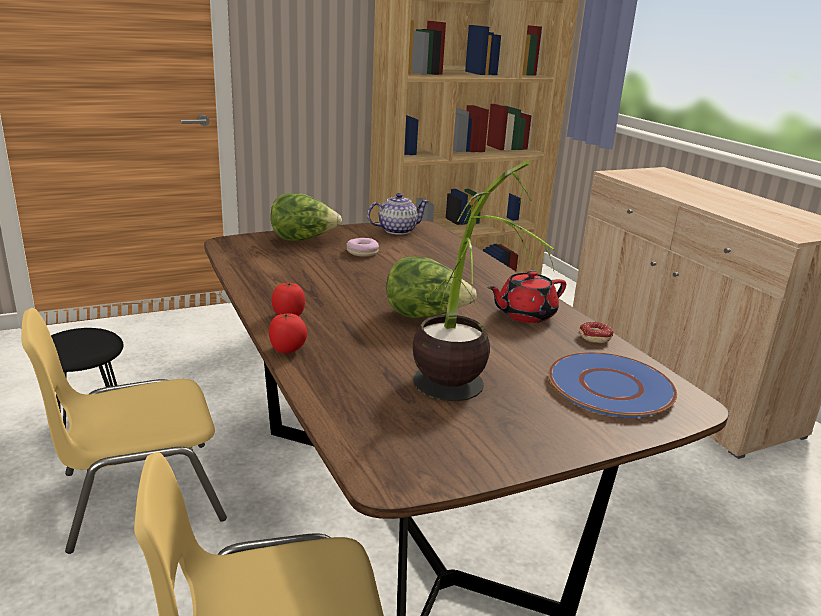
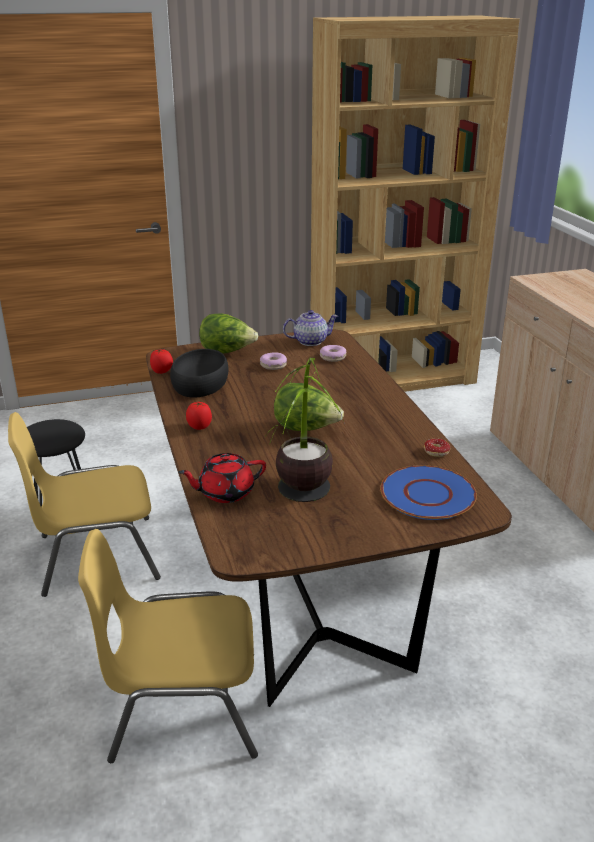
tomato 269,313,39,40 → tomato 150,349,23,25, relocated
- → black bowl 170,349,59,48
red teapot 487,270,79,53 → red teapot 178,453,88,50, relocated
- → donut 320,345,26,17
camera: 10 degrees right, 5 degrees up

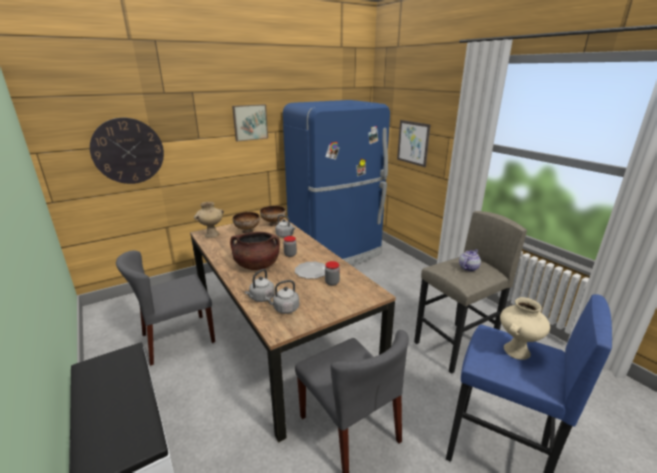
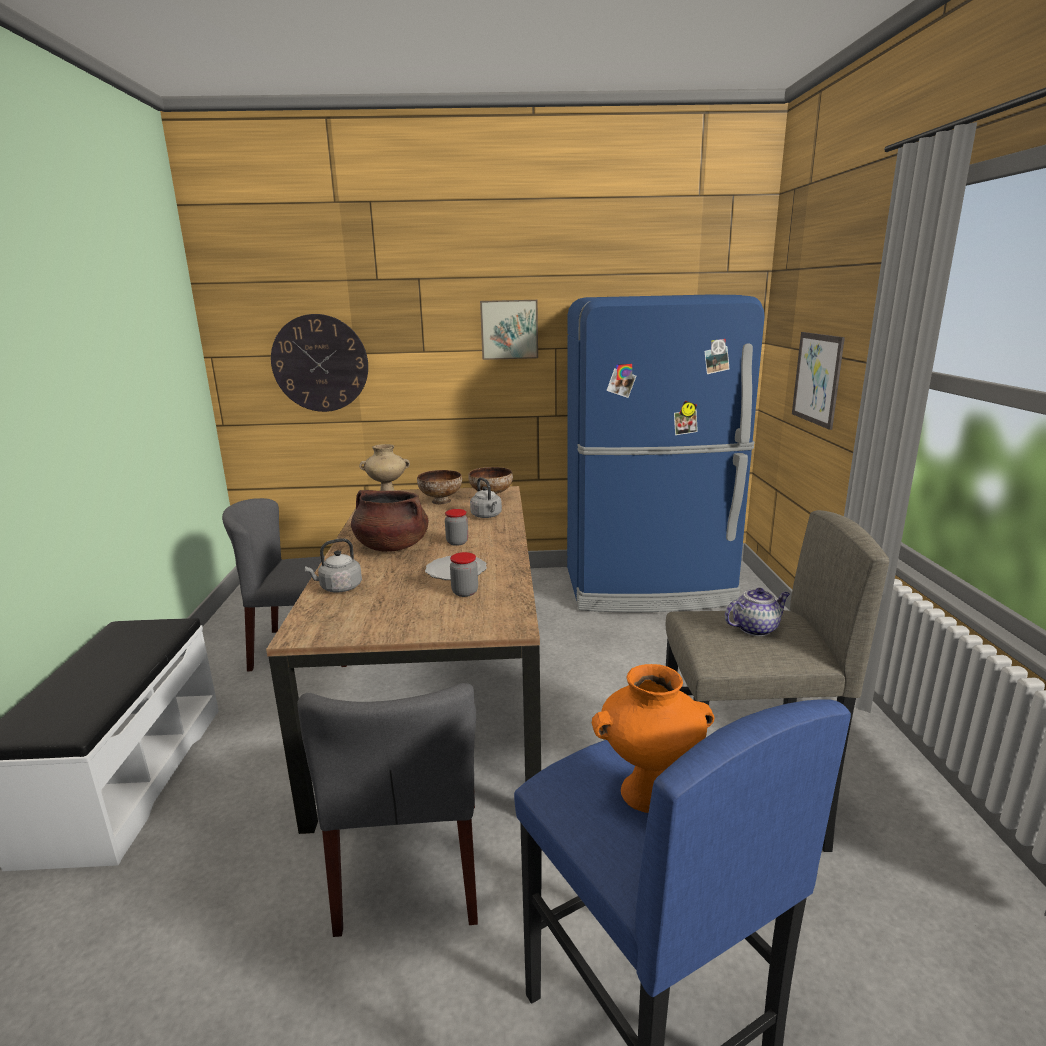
beige vase 500,297,50,63 → orange vase 592,664,123,149
grey kettle 265,280,34,34 → -
camera: 30 degrees right, 5 degrees down

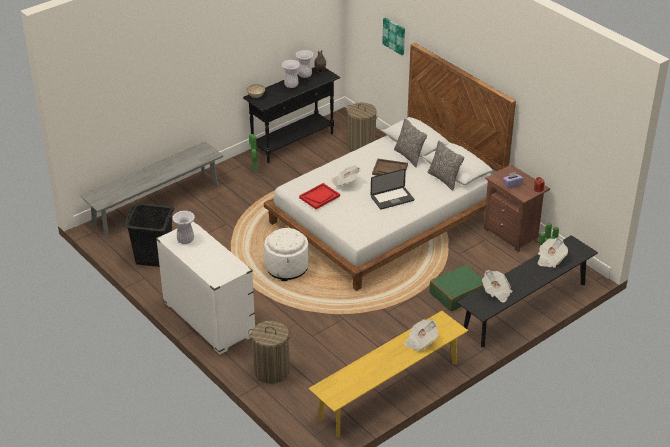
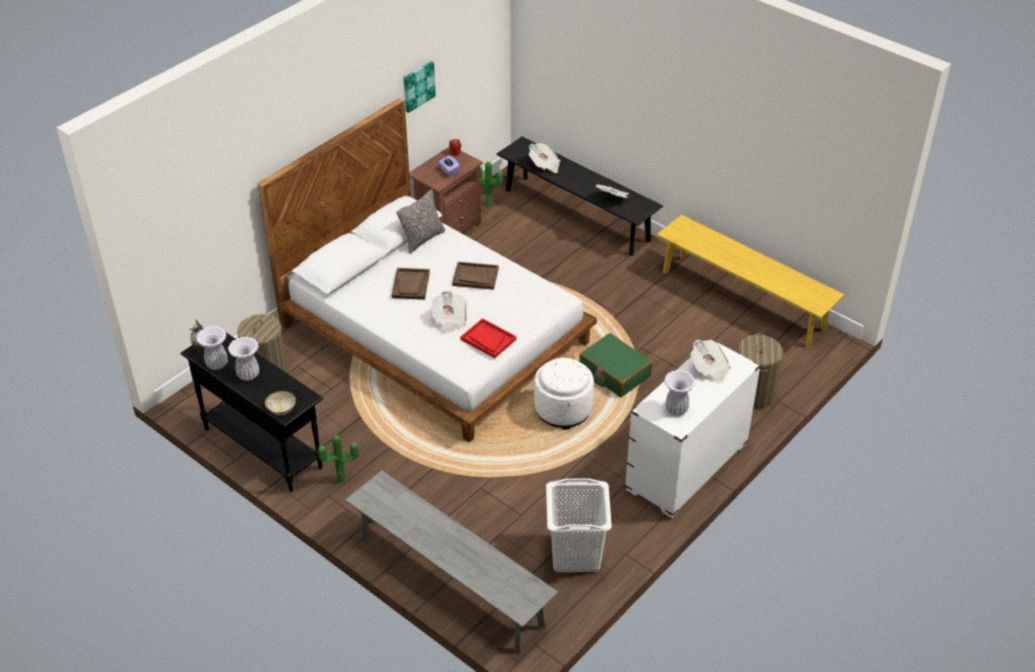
picture 382,17,23,38 → picture 404,61,32,52, relocated
laptop 371,169,43,40 → brown tray 452,262,47,28
black laundry basket 124,202,51,65 → white laundry basket 546,479,66,93
green suitcase 429,264,54,47 → green suitcase 579,333,73,64, relocated
newspaper 404,319,34,33 → newspaper 690,340,41,43, relocated
pillow 394,118,33,49 → -
camera: 100 degrees left, 5 degrees up

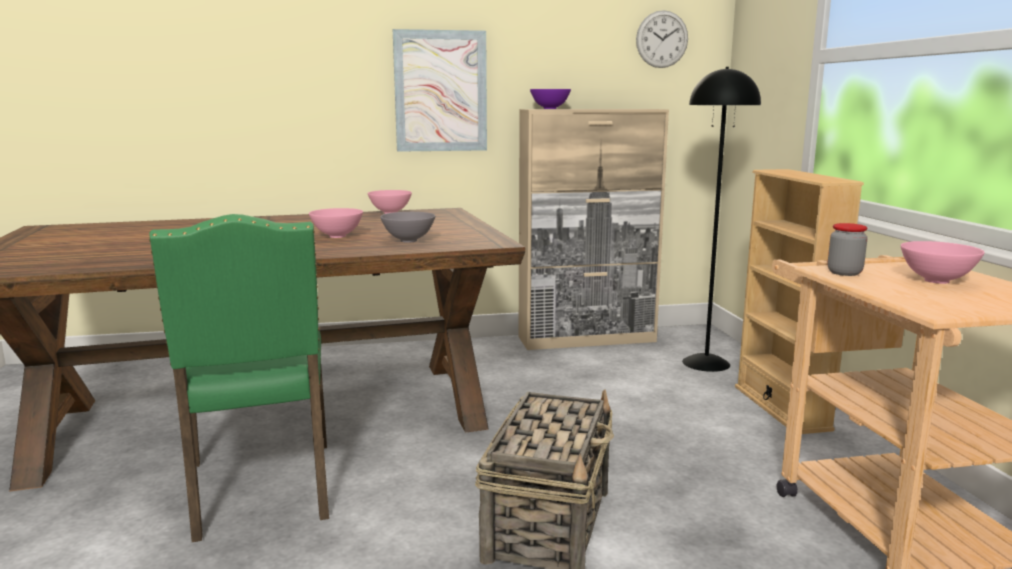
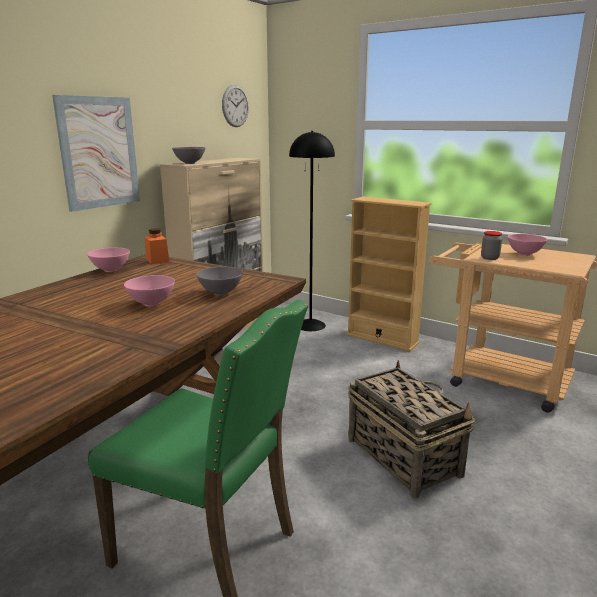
- → orange jar 145,228,24,36
purple bowl 530,89,41,20 → grey bowl 172,147,33,17
camera: 45 degrees left, 5 degrees up

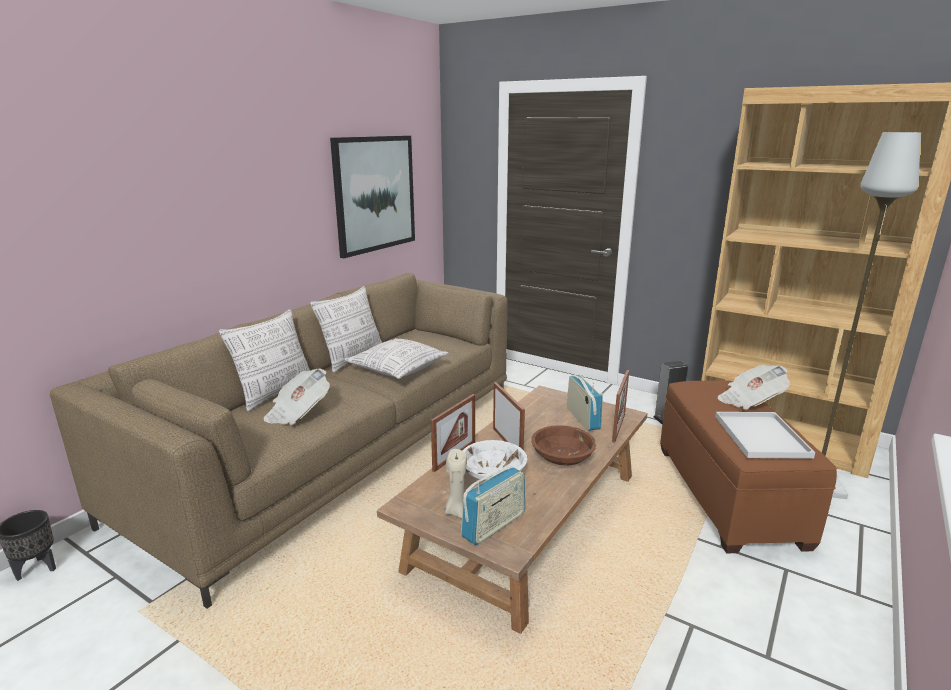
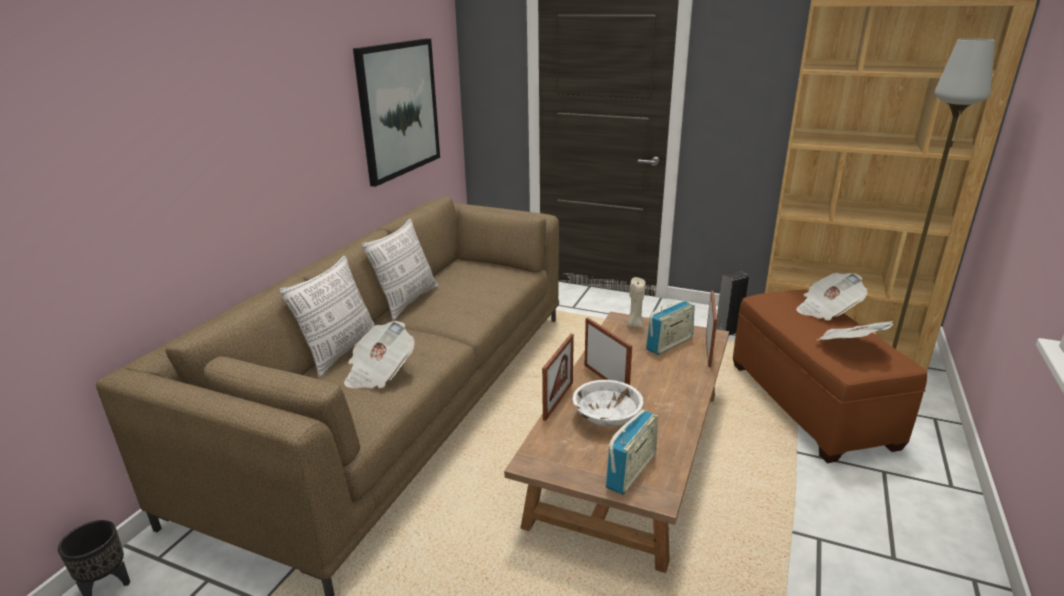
beige candle 444,449,23,70 → beige candle 627,277,19,51, relocated
radio 567,374,36,57 → radio 646,301,49,54, 75 degrees clockwise
white tray 715,412,100,47 → newspaper 817,321,76,19
pillow 344,338,105,41 → -
brown bowl 531,425,65,41 → -
camera: 10 degrees left, 5 degrees up

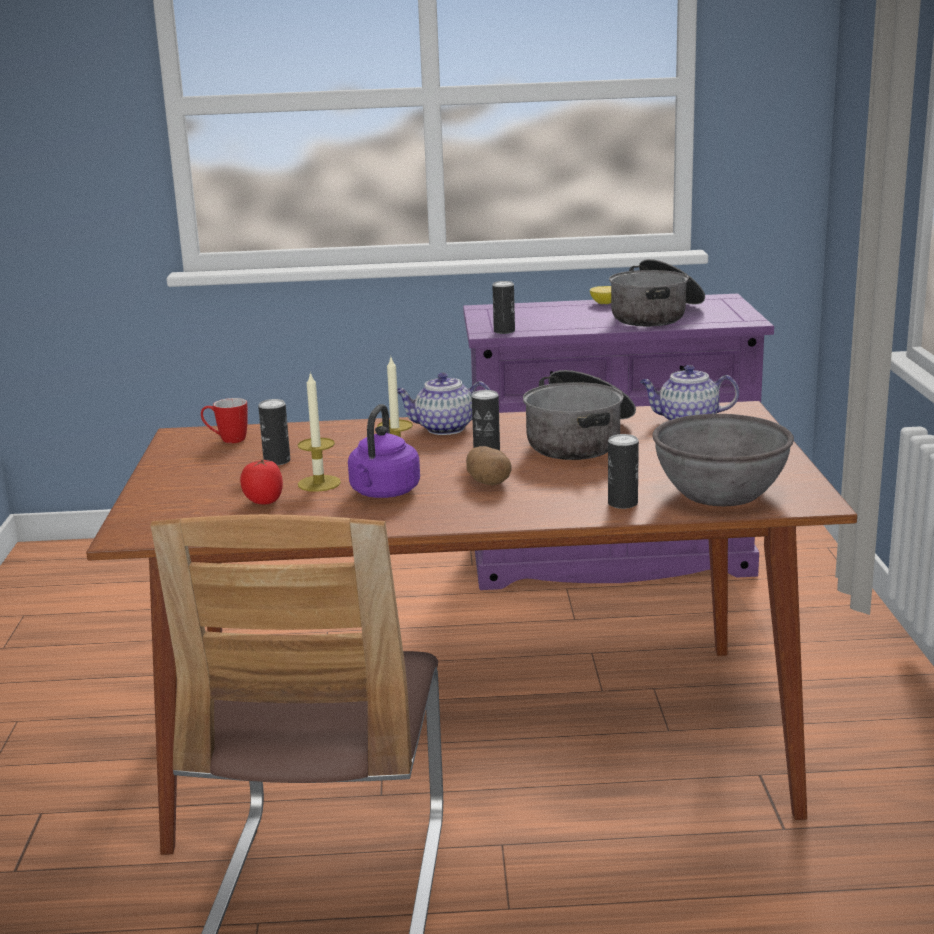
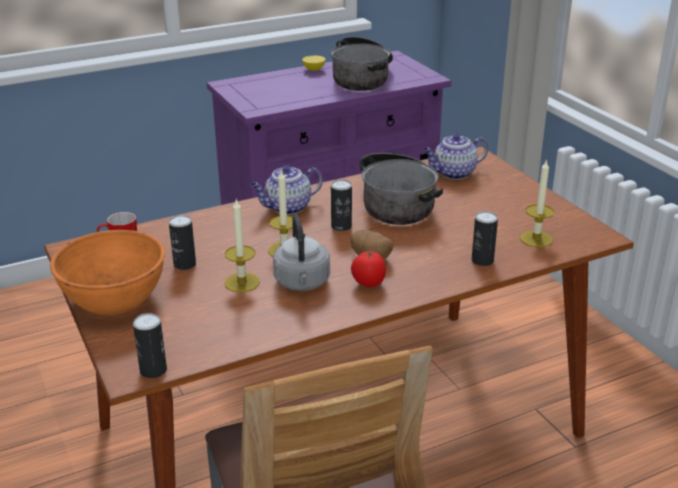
- → orange bowl 50,230,115,86
can 492,281,23,53 → can 133,313,34,65, relocated
purple kettle 348,404,72,94 → grey kettle 273,215,57,76
tomato 240,459,43,45 → tomato 351,251,35,36, relocated
grey bowl 652,414,142,92 → candle 520,159,34,88
camera: 25 degrees left, 10 degrees up

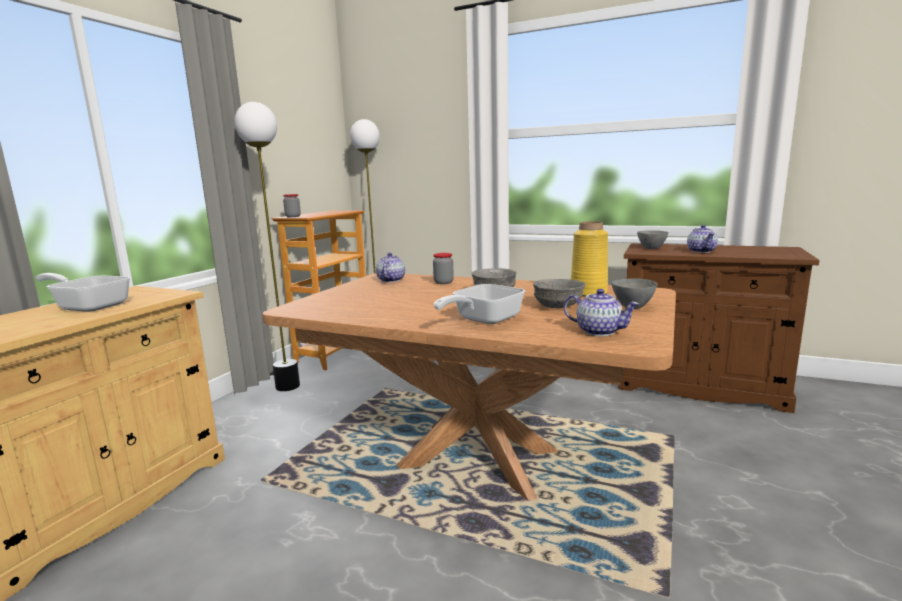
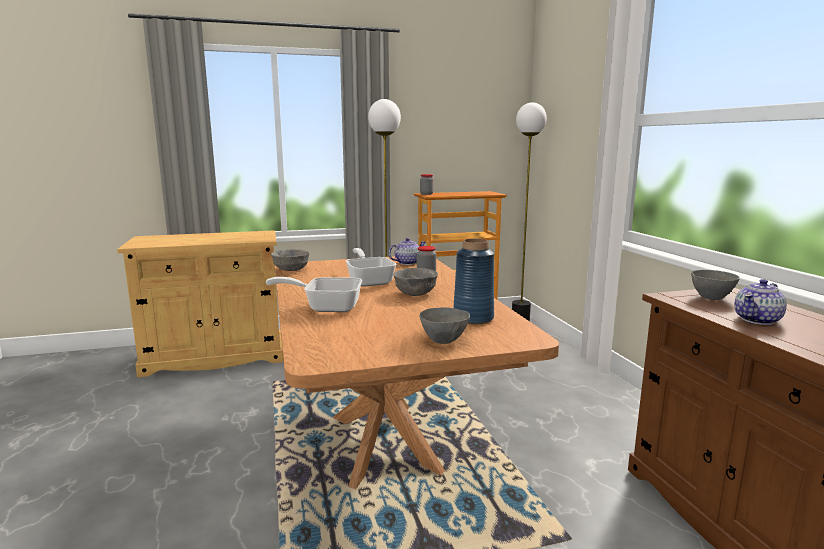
grey bowl 533,279,53,29 → grey bowl 271,249,39,22, relocated
frying pan 35,273,95,39 → frying pan 346,248,50,39, relocated
yellow vase 571,221,37,76 → blue vase 453,239,41,85
teapot 564,289,75,47 → -
camera: 50 degrees right, 0 degrees up

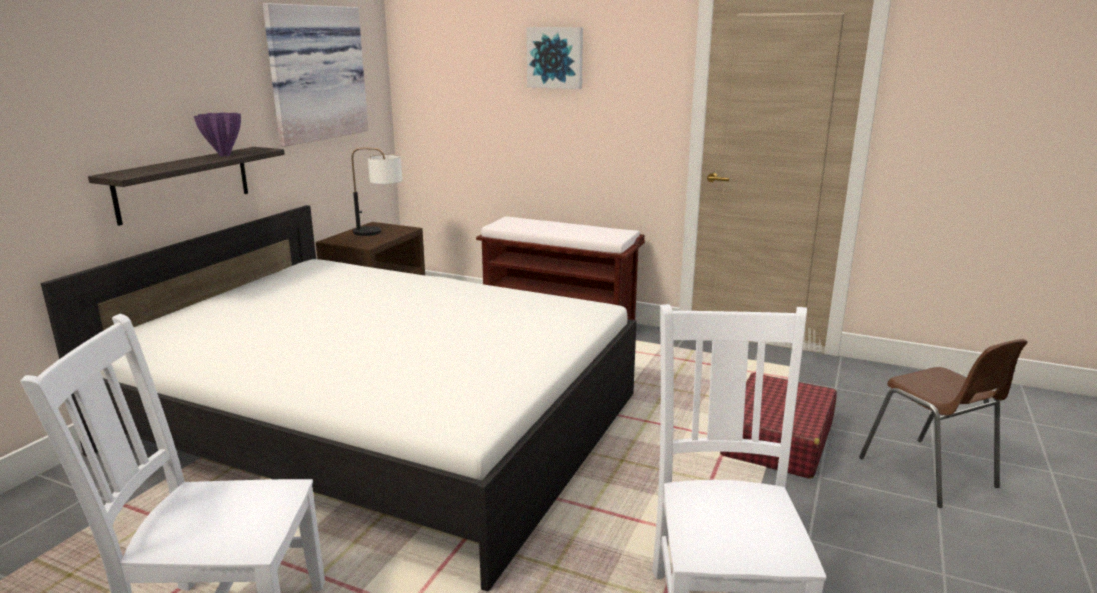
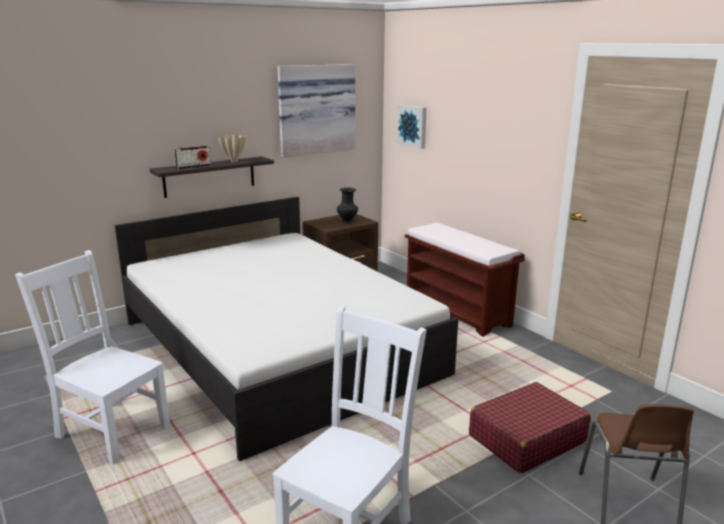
- → radio 175,146,36,23
purple vase 194,113,47,43 → beige vase 218,135,28,27
table lamp 352,148,50,88 → black vase 337,187,21,36
picture 527,27,56,62 → picture 396,104,31,45, relocated
camera: 30 degrees right, 0 degrees up

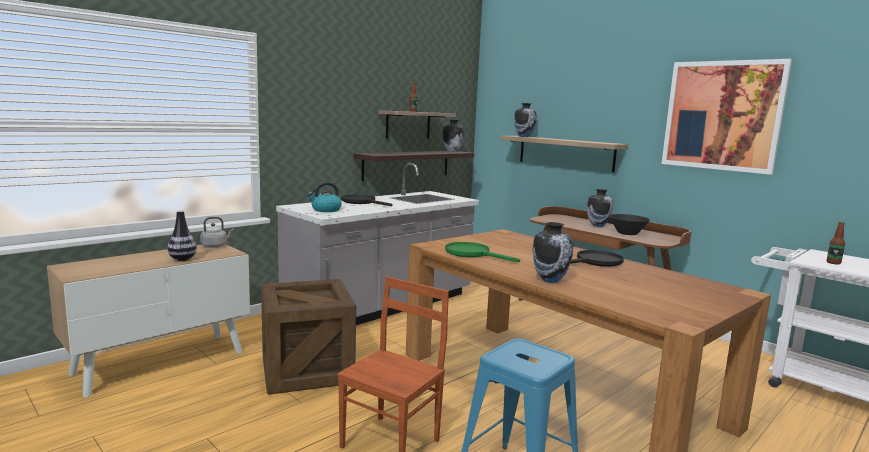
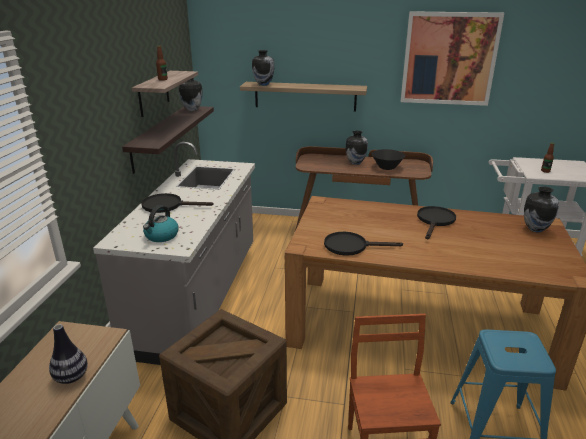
green frying pan 445,242,75,20 → black frying pan 324,232,79,24
vase 533,222,41,61 → vase 524,186,35,46, relocated
grey kettle 200,217,34,31 → -
camera: 35 degrees left, 15 degrees up

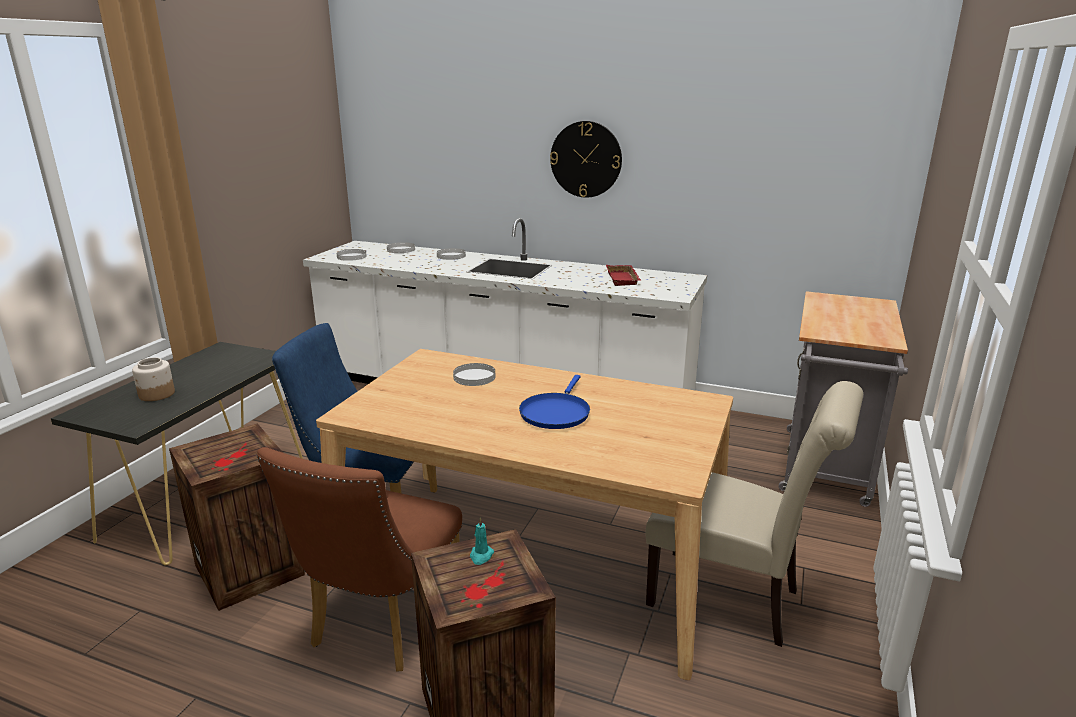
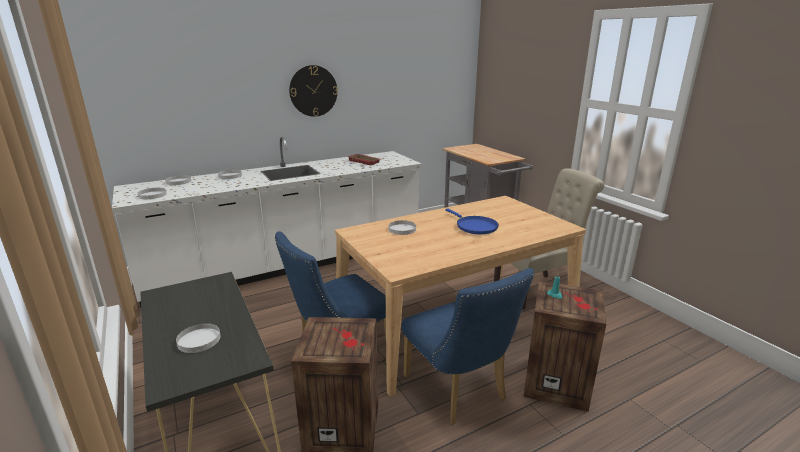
jar 132,357,43,44 → white plate 176,323,45,30
brown chair 257,447,205,225 → blue chair 402,268,132,156
camera: 50 degrees left, 0 degrees up

